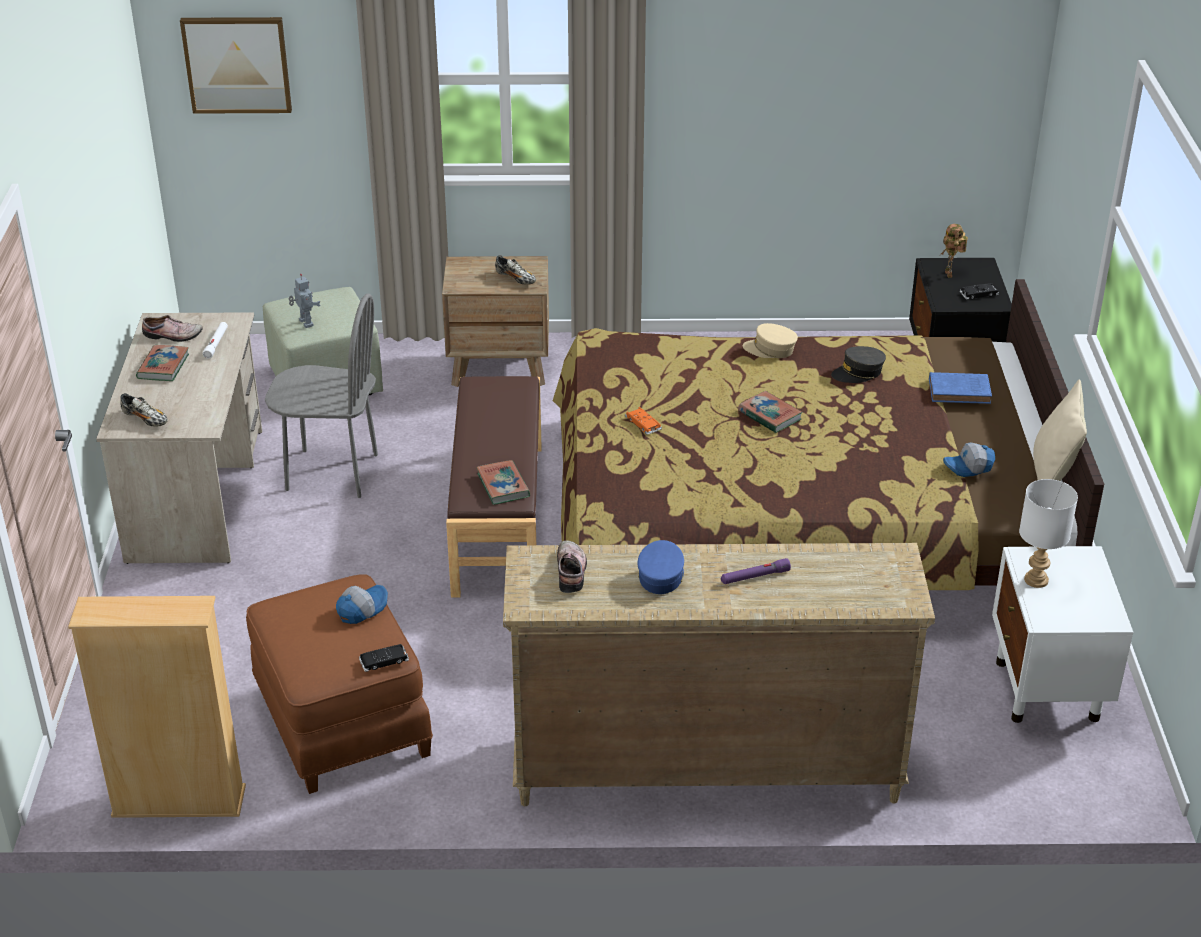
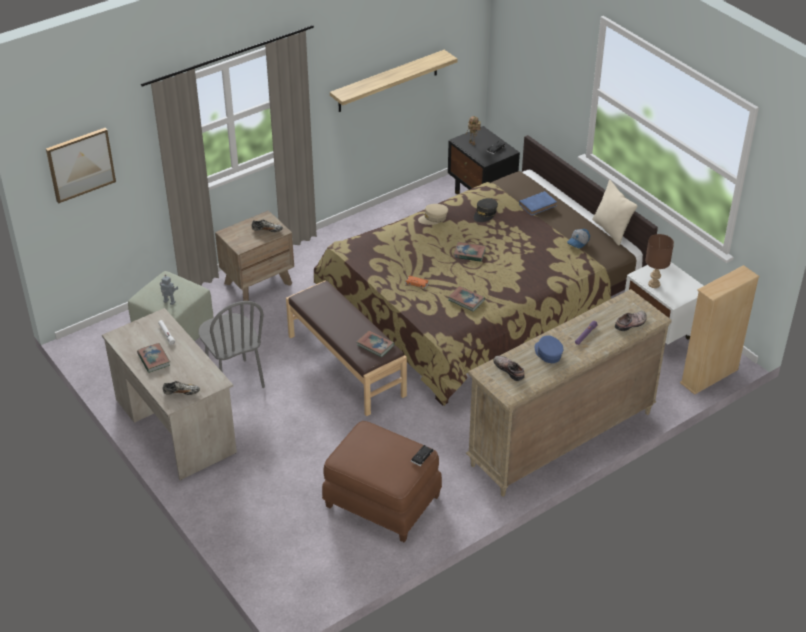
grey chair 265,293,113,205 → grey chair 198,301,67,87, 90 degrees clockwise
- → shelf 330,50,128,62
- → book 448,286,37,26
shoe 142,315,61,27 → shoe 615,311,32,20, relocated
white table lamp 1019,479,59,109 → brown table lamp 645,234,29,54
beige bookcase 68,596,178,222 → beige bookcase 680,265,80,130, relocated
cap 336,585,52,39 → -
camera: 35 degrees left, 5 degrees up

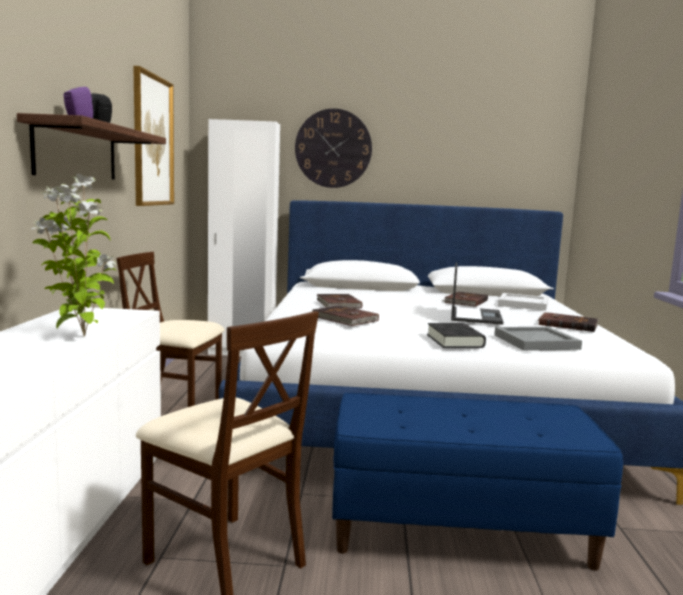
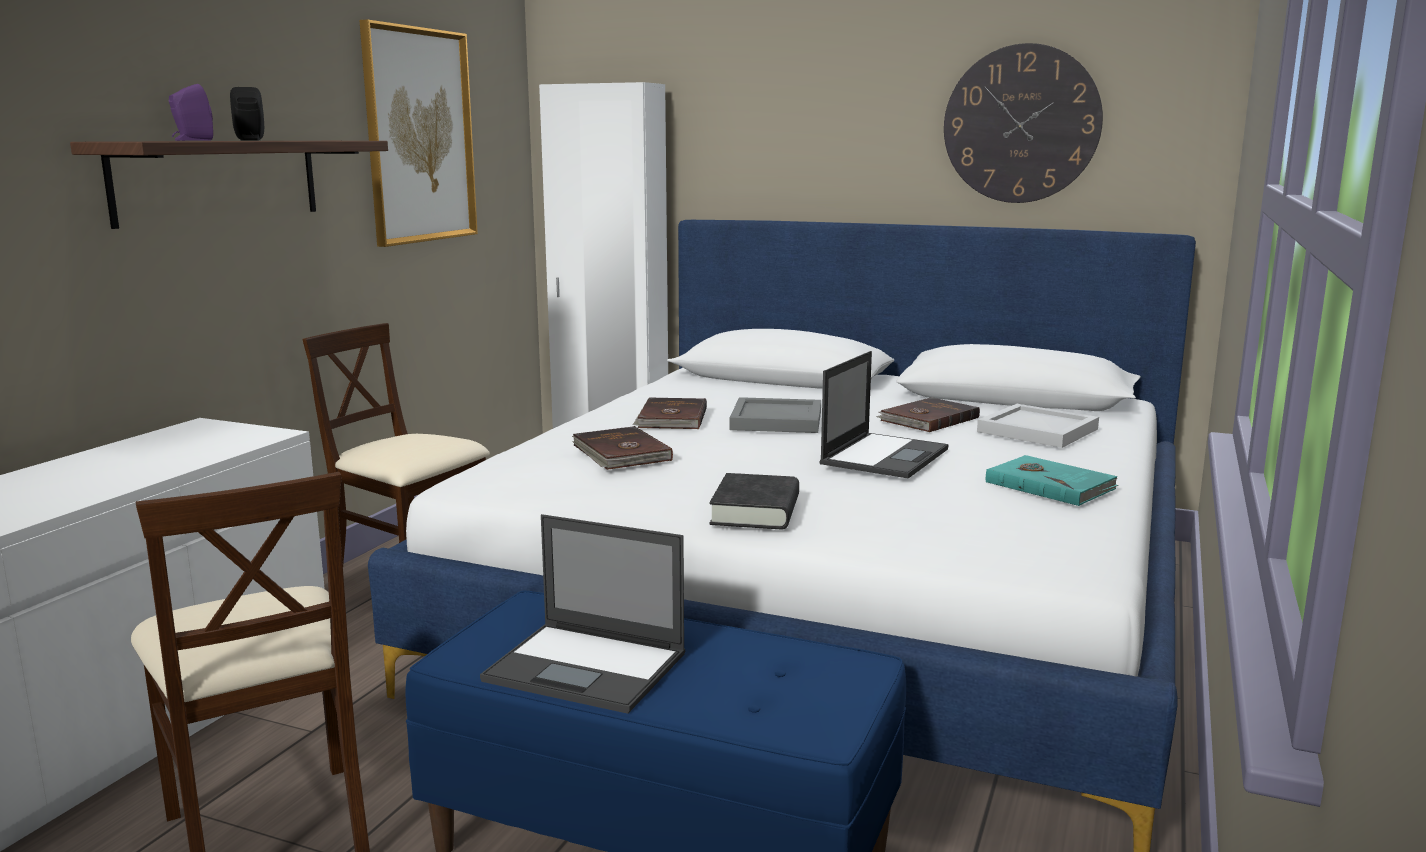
- → laptop 480,514,206,200
grey tray 494,327,88,24 → grey tray 730,397,91,36, relocated
wall clock 295,108,77,80 → wall clock 944,43,159,160, relocated
brown book 537,312,62,20 → turquoise book 986,455,132,51
potted plant 32,174,85,163 → -
camera: 20 degrees right, 5 degrees up

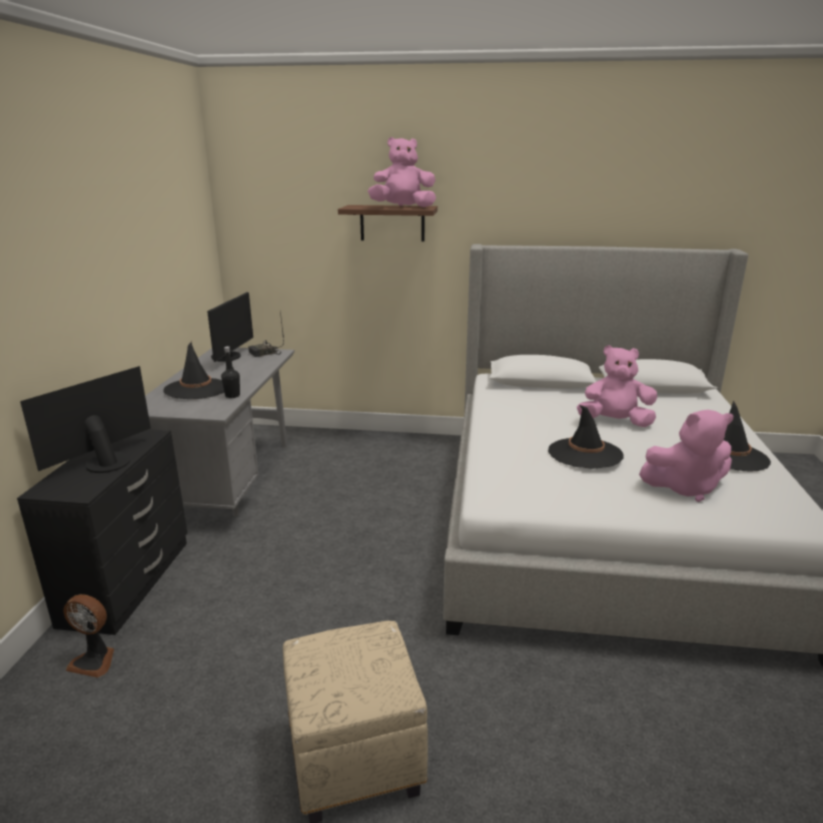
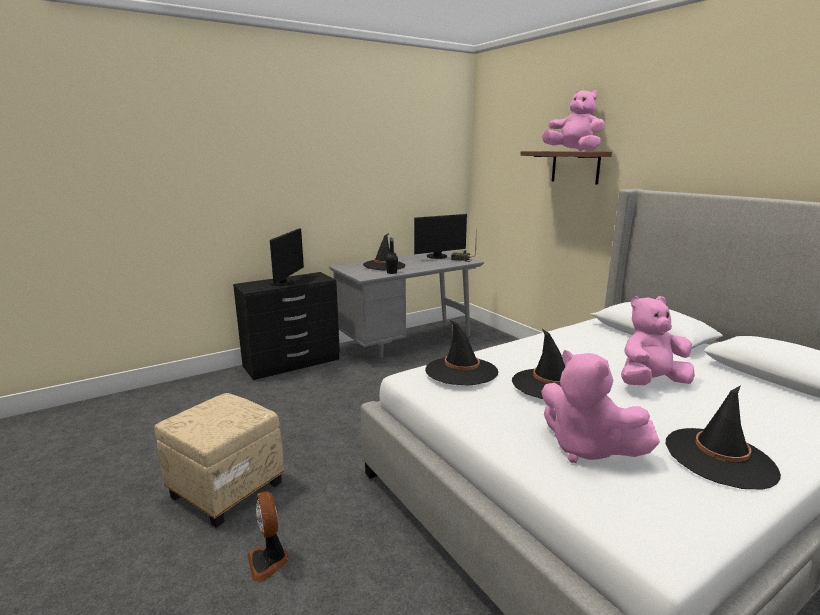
fan 63,594,51,84 → fan 247,491,42,91, relocated
monitor 20,366,131,107 → monitor 269,228,35,58, 105 degrees clockwise
- → black hat 425,319,73,66
pink plush toy 577,345,80,82 → pink plush toy 621,296,74,89, 75 degrees counterclockwise
camera: 50 degrees right, 5 degrees down

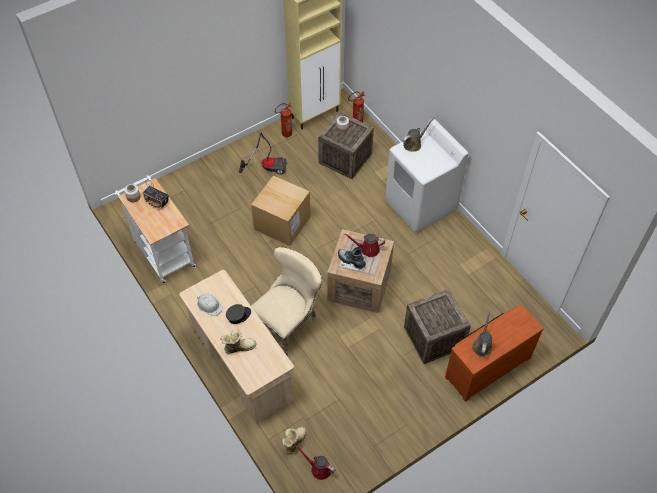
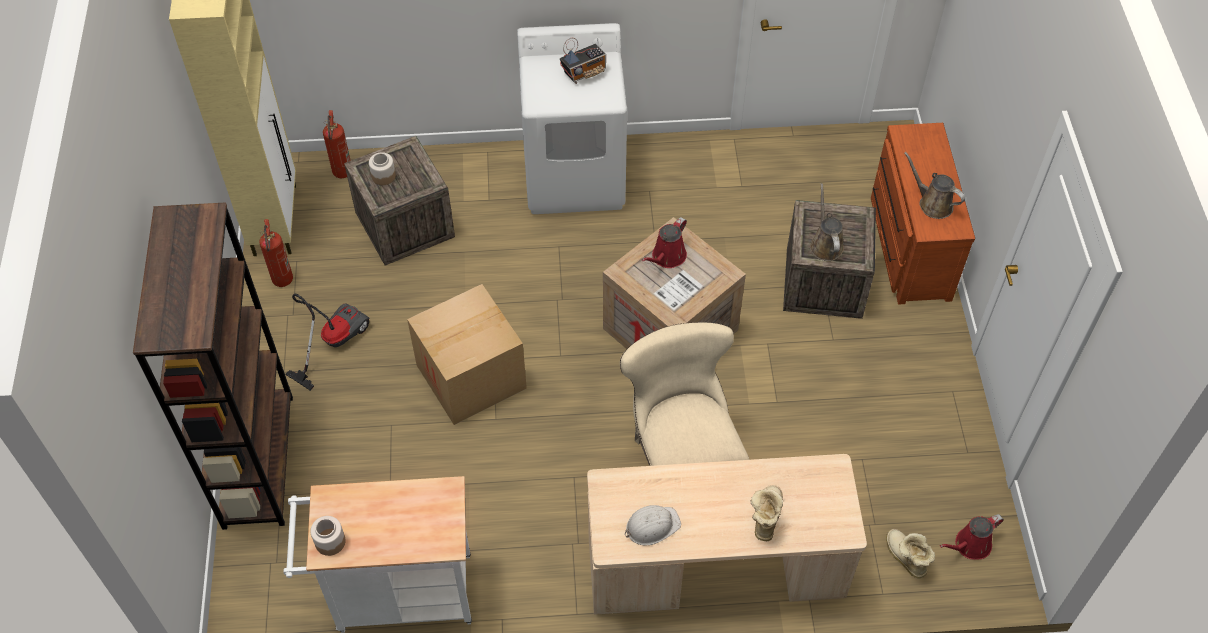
- → brown bookcase 133,202,160,328
radio 143,180,26,29 → radio 560,38,46,46, relocated
brown watering can 403,118,31,34 → brown watering can 810,183,34,78, relocated
grey cap 226,304,25,20 → -
boot 338,247,28,22 → -
camera: 60 degrees left, 0 degrees up

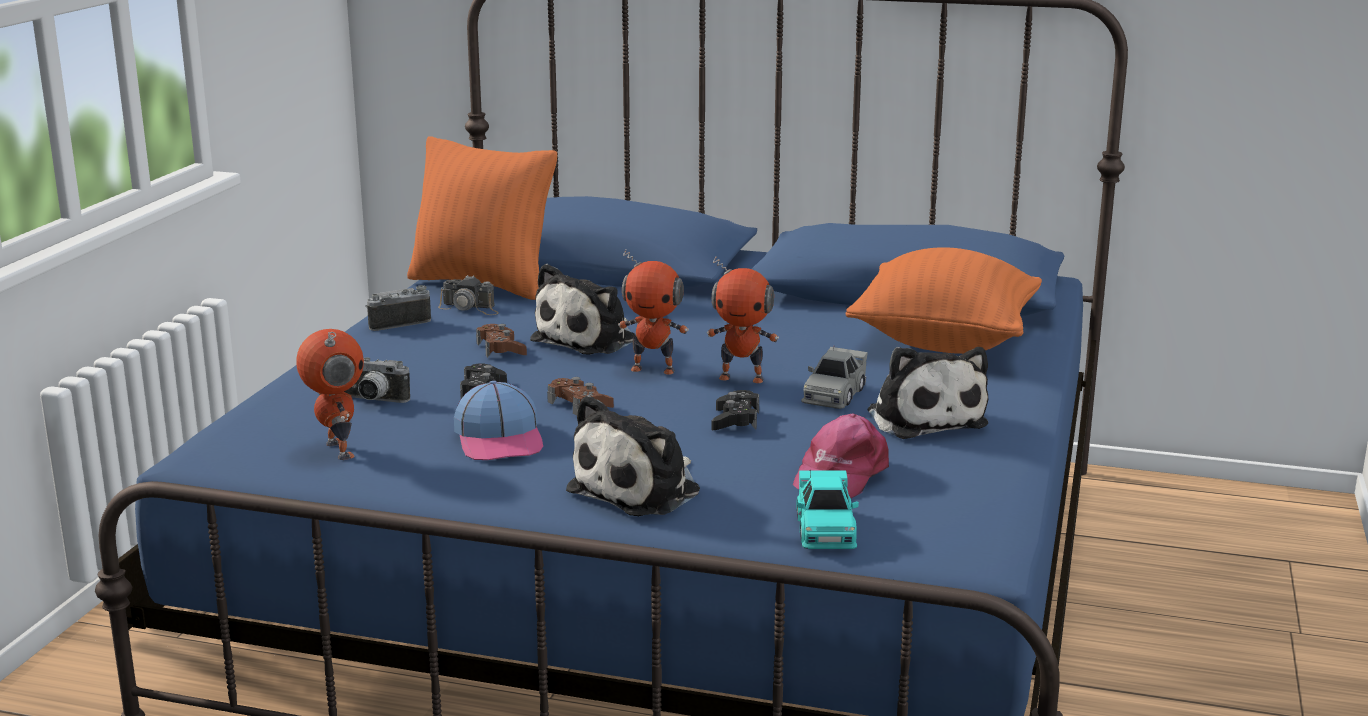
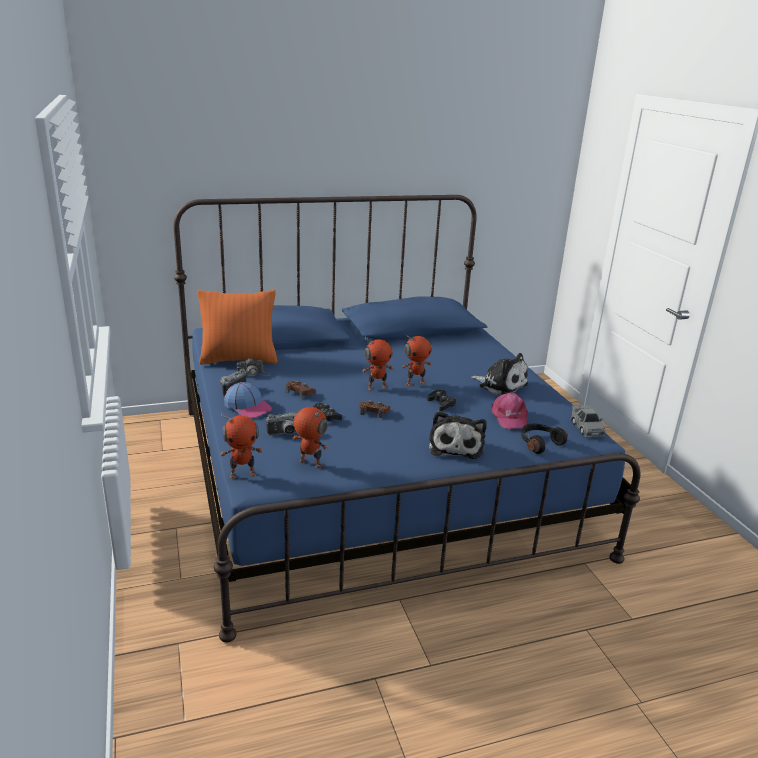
- → toy robot 220,413,43,66
cap 454,381,89,79 → cap 224,382,48,36, relocated
turquoise toy car 796,470,63,79 → black headphones 521,423,47,31
grey toy car 801,346,67,63 → grey toy car 571,405,34,33, relocated
plush toy 530,264,105,91 → -
orange pillow 846,247,196,107 → -
camera: 35 degrees left, 5 degrees up

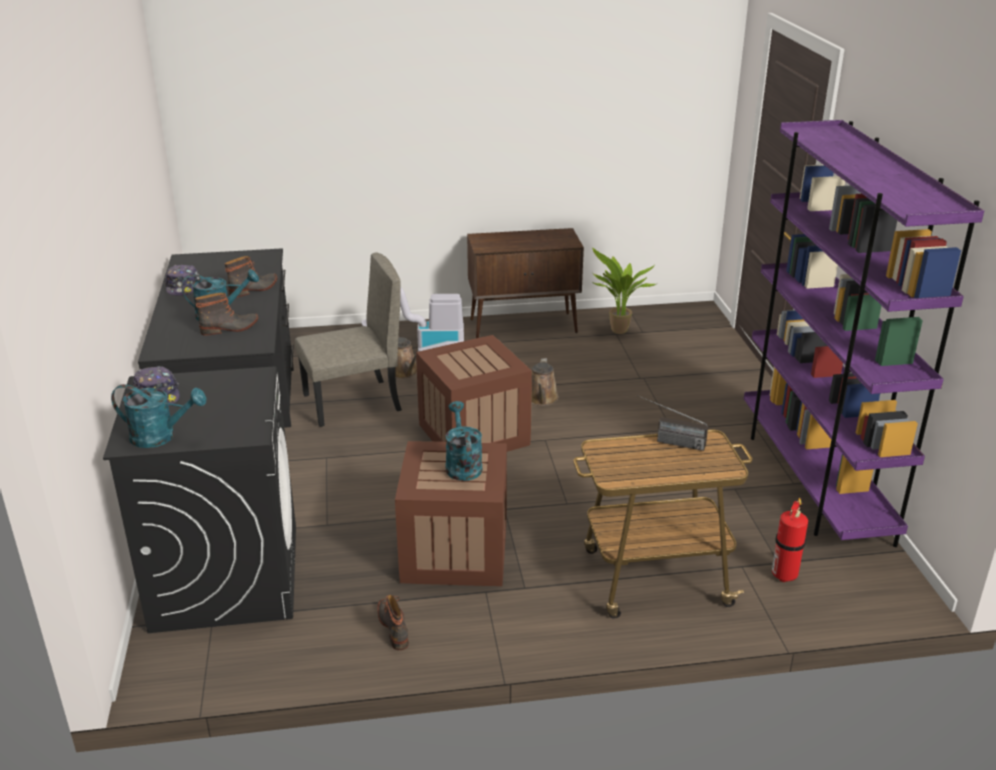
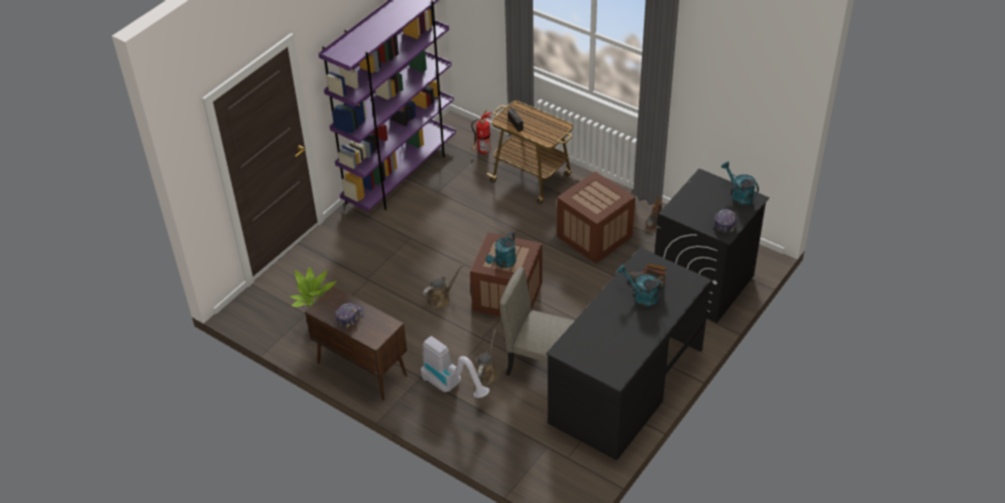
cap 164,265,35,31 → cap 335,303,30,25, relocated
turquoise watering can 446,401,36,80 → turquoise watering can 485,232,31,36, relocated
boot 225,256,52,42 → -
camera: 135 degrees left, 15 degrees up

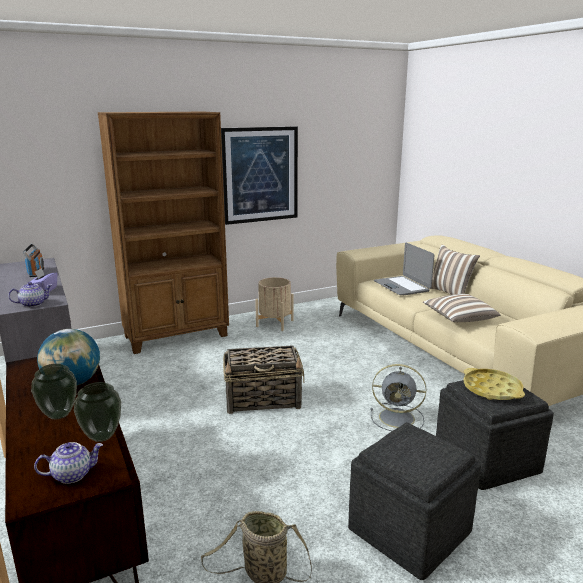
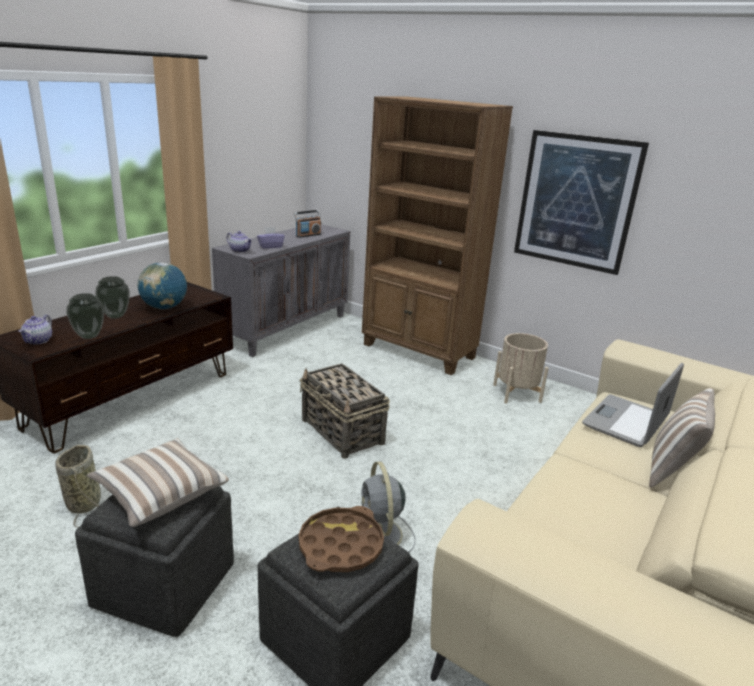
teapot 34,442,69,42 → teapot 19,314,33,31, 60 degrees clockwise
pillow 423,294,77,28 → pillow 87,438,142,89, relocated
yellow tray 463,368,62,32 → brown tray 299,506,85,66
camera: 60 degrees right, 5 degrees up

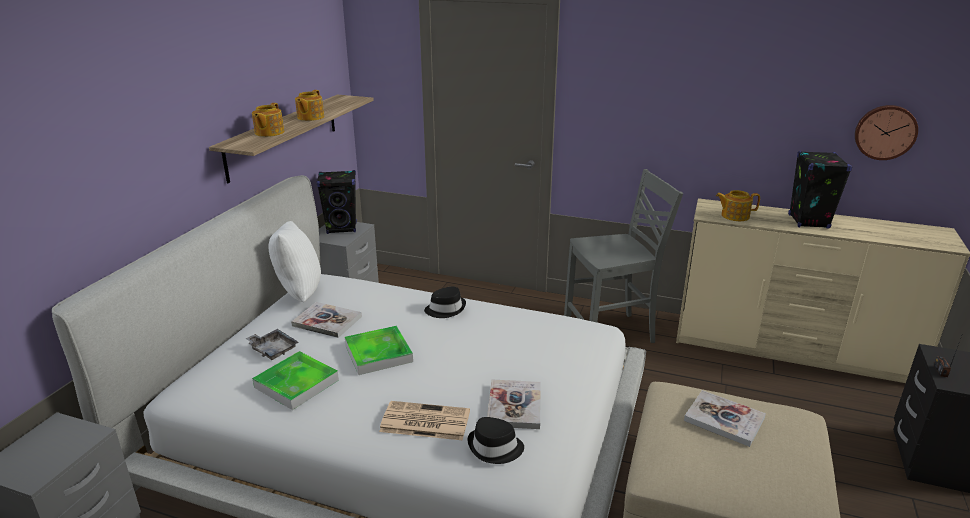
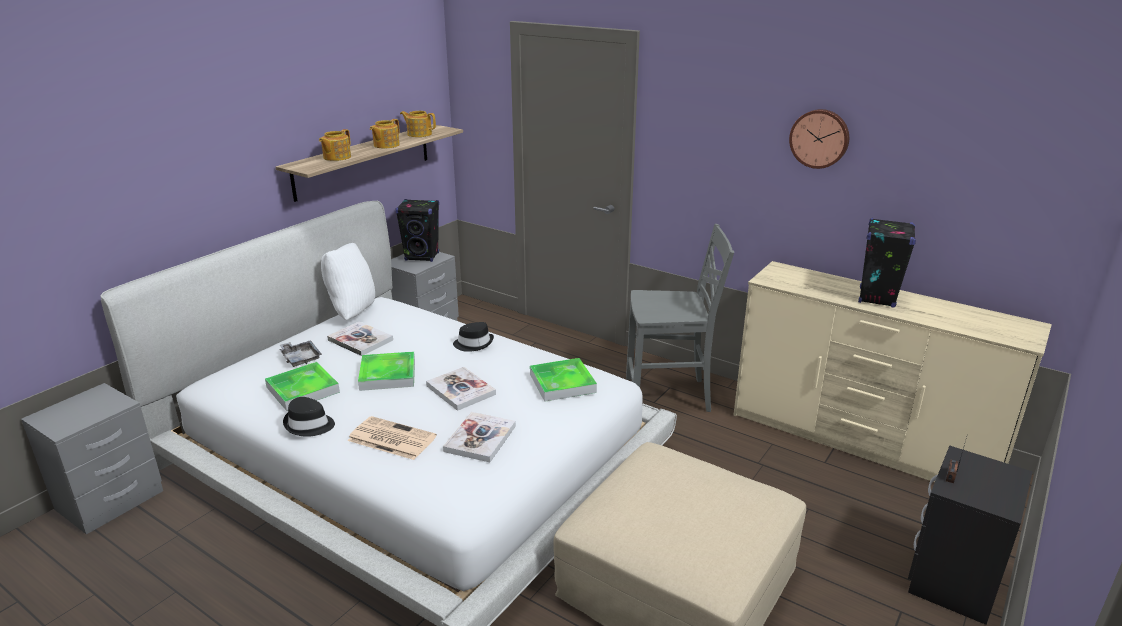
black hat 468,417,56,47 → black hat 283,397,52,40, relocated
teapot 716,190,44,31 → teapot 400,111,36,26, relocated
book 684,390,82,57 → book 426,367,70,44, relocated
- → tray 530,358,67,44
wall clock 855,105,63,55 → wall clock 789,109,60,60, relocated
camera: 15 degrees right, 0 degrees up

